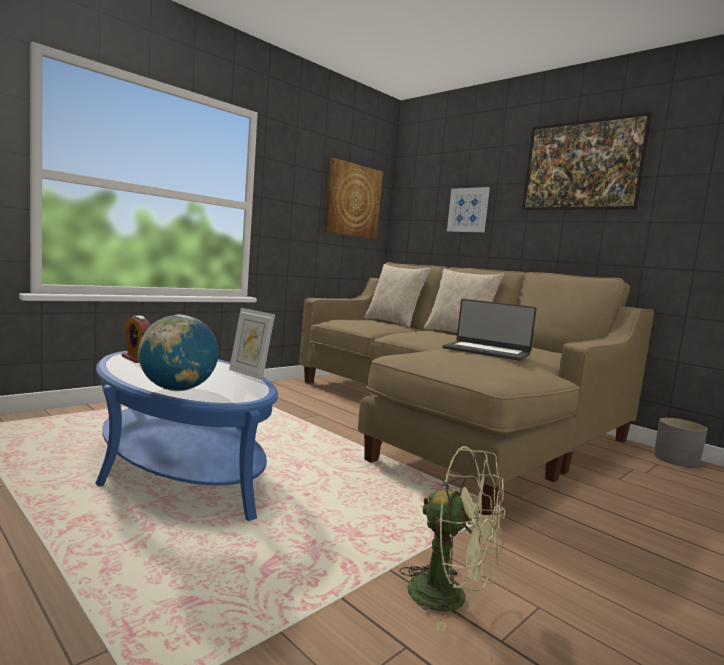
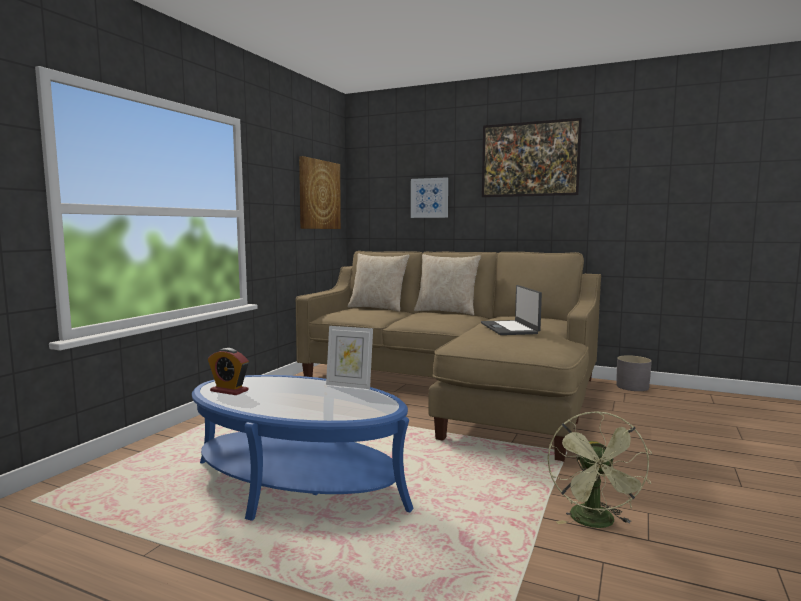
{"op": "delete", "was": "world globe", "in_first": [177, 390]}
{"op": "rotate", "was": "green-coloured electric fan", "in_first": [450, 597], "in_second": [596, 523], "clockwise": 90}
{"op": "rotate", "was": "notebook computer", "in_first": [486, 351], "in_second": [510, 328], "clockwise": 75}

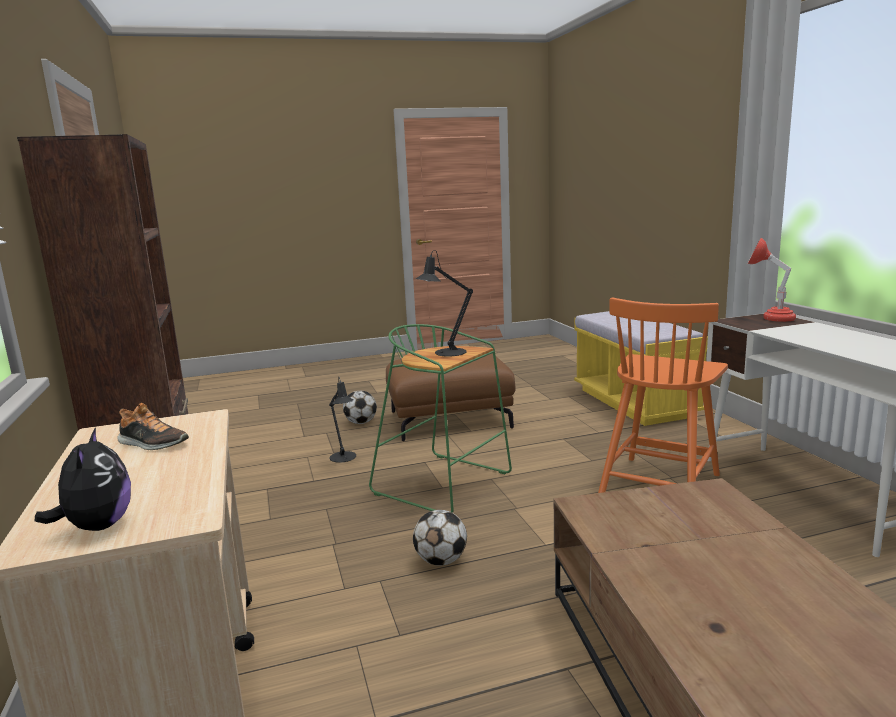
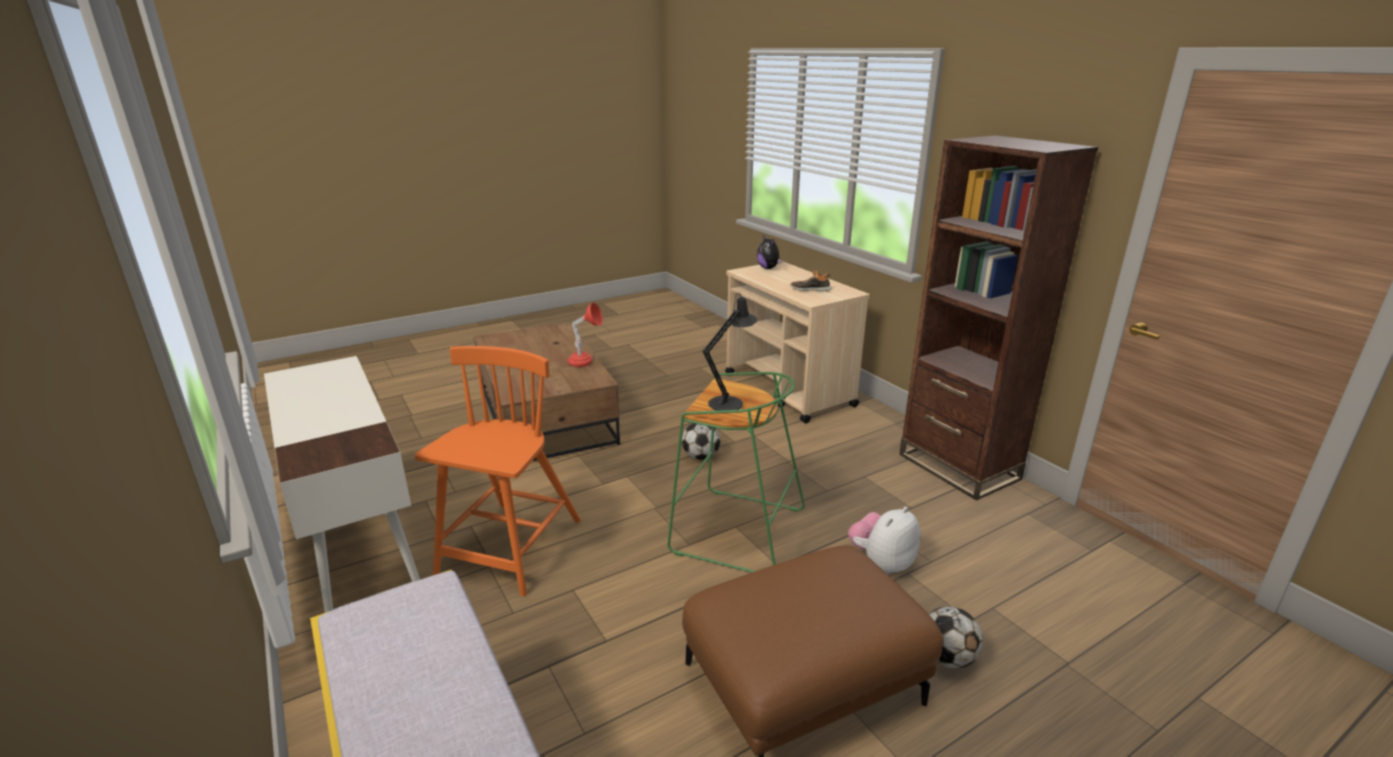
{"op": "replace", "was": "black table lamp", "now": "cuddly toy", "in_first": [344, 458], "in_second": [881, 562]}
{"op": "move", "was": "reddish table lamp", "in_first": [769, 318], "in_second": [586, 364]}

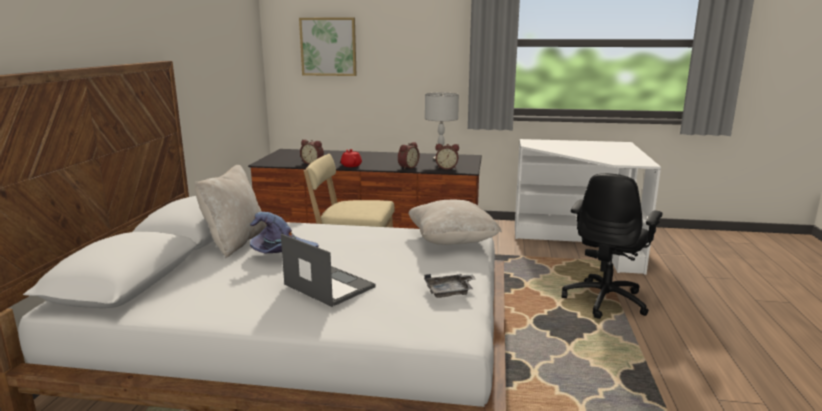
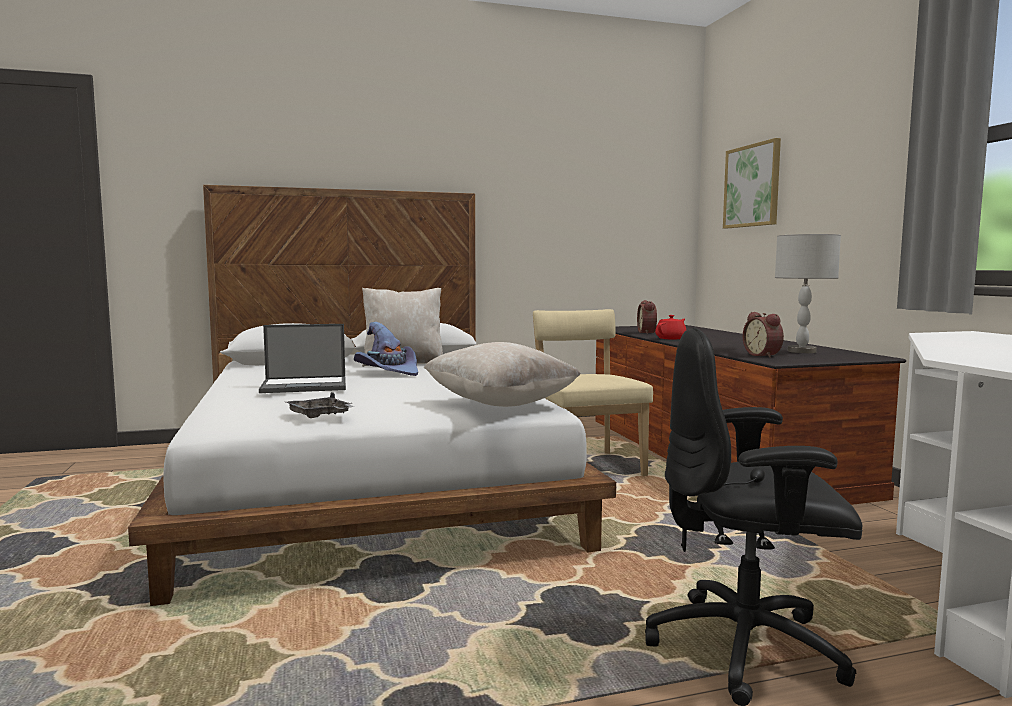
{"op": "rotate", "was": "notebook computer", "in_first": [328, 285], "in_second": [306, 386], "clockwise": 60}
{"op": "delete", "was": "alarm clock", "in_first": [407, 167]}

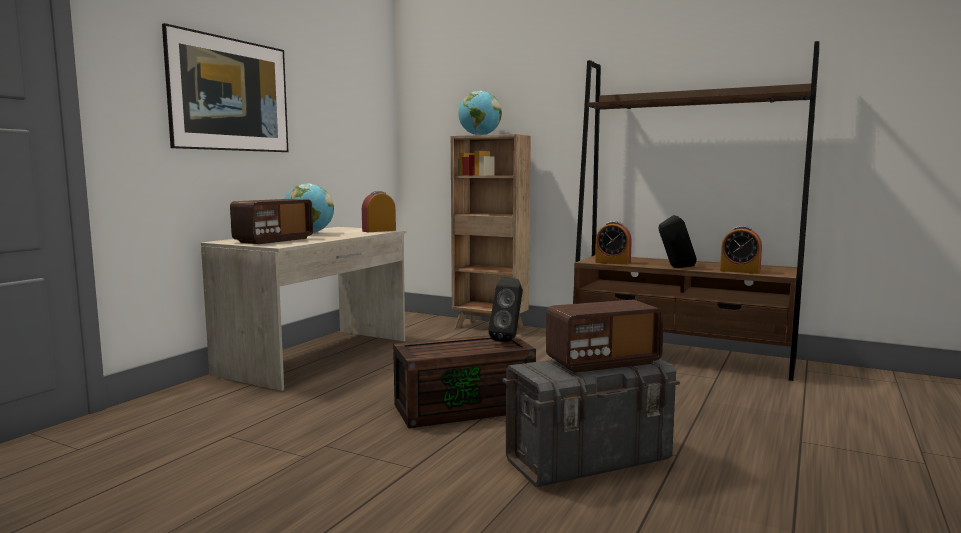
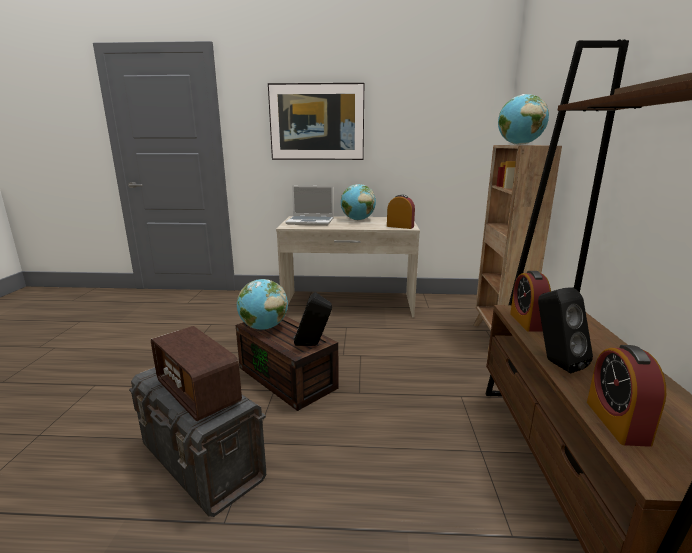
{"op": "replace", "was": "radio receiver", "now": "notebook computer", "in_first": [273, 240], "in_second": [311, 222]}
{"op": "insert", "now": "world globe", "in_second": [263, 327]}

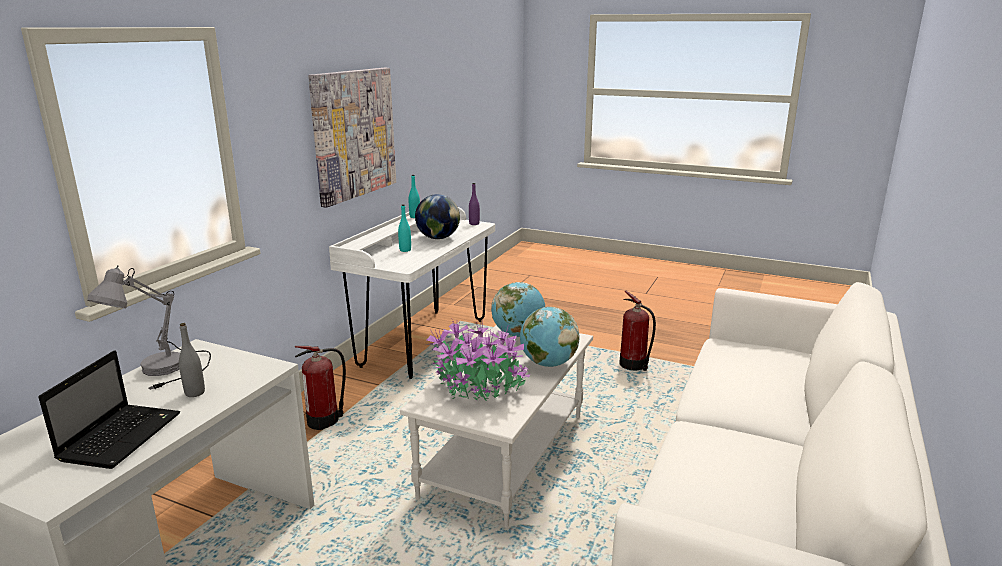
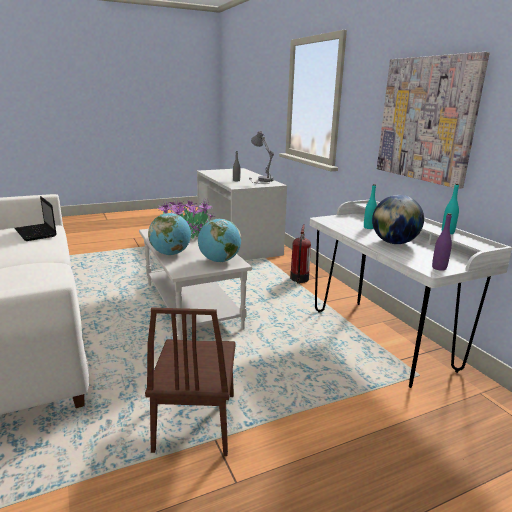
{"op": "move", "was": "notebook computer", "in_first": [122, 435], "in_second": [36, 233]}
{"op": "replace", "was": "fire extinguisher", "now": "brown-coloured upright chair", "in_first": [634, 366], "in_second": [196, 421]}

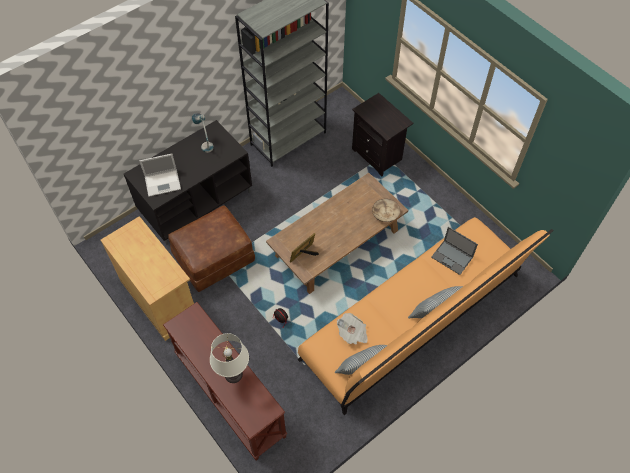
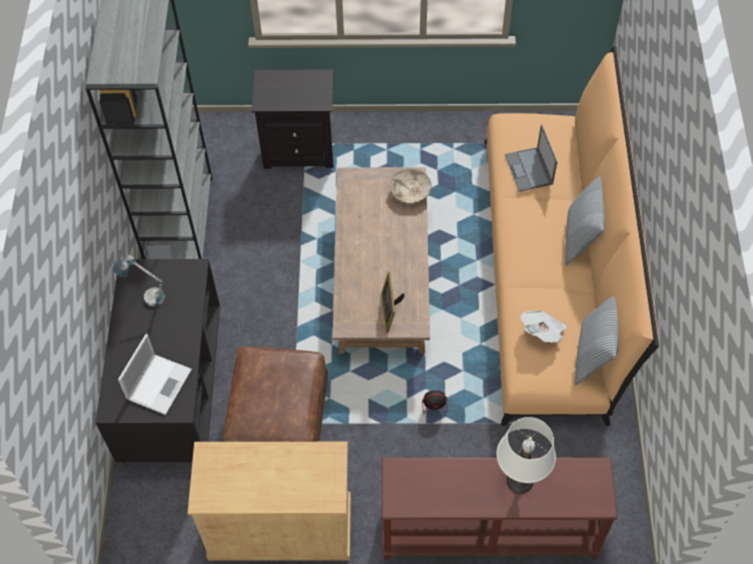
{"op": "rotate", "was": "notebook computer", "in_first": [452, 257], "in_second": [529, 170], "clockwise": 90}

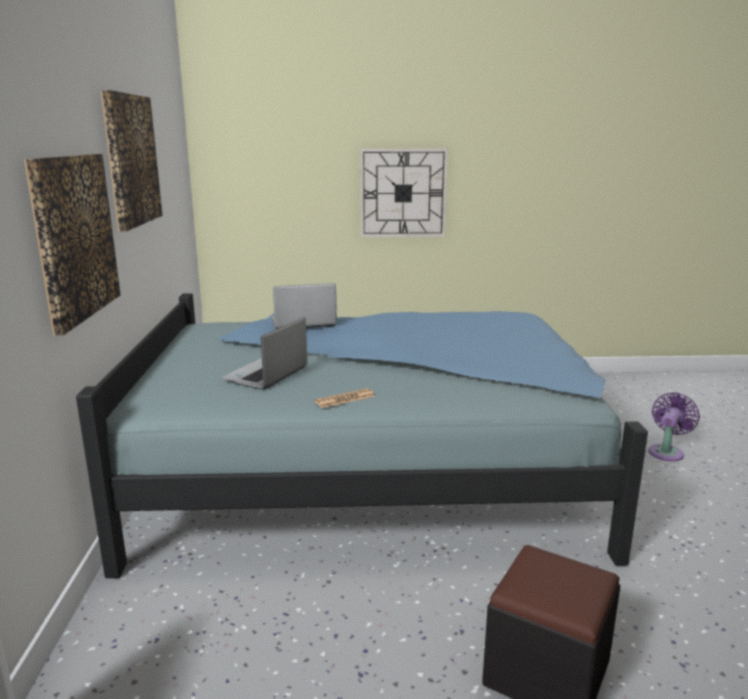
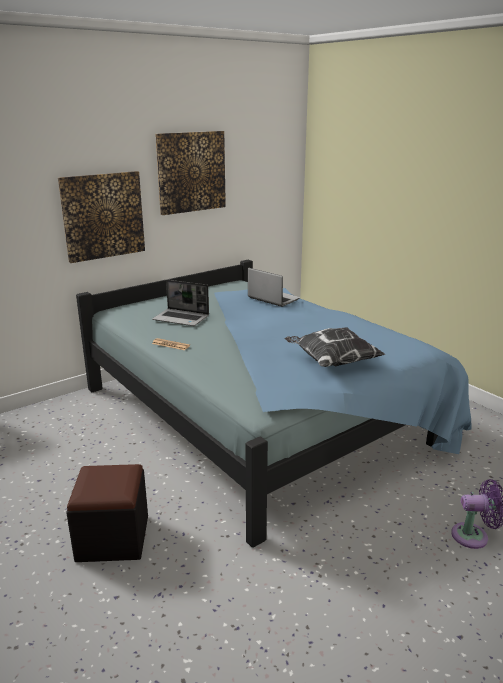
{"op": "rotate", "was": "notebook computer", "in_first": [266, 374], "in_second": [182, 318], "clockwise": -150}
{"op": "delete", "was": "clock on the wall", "in_first": [403, 193]}
{"op": "insert", "now": "throw pillow", "in_second": [332, 361]}

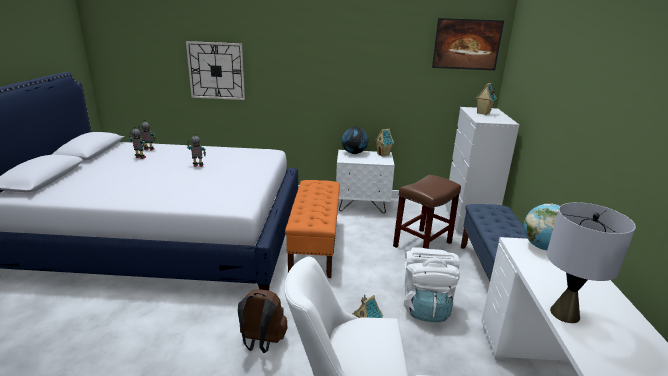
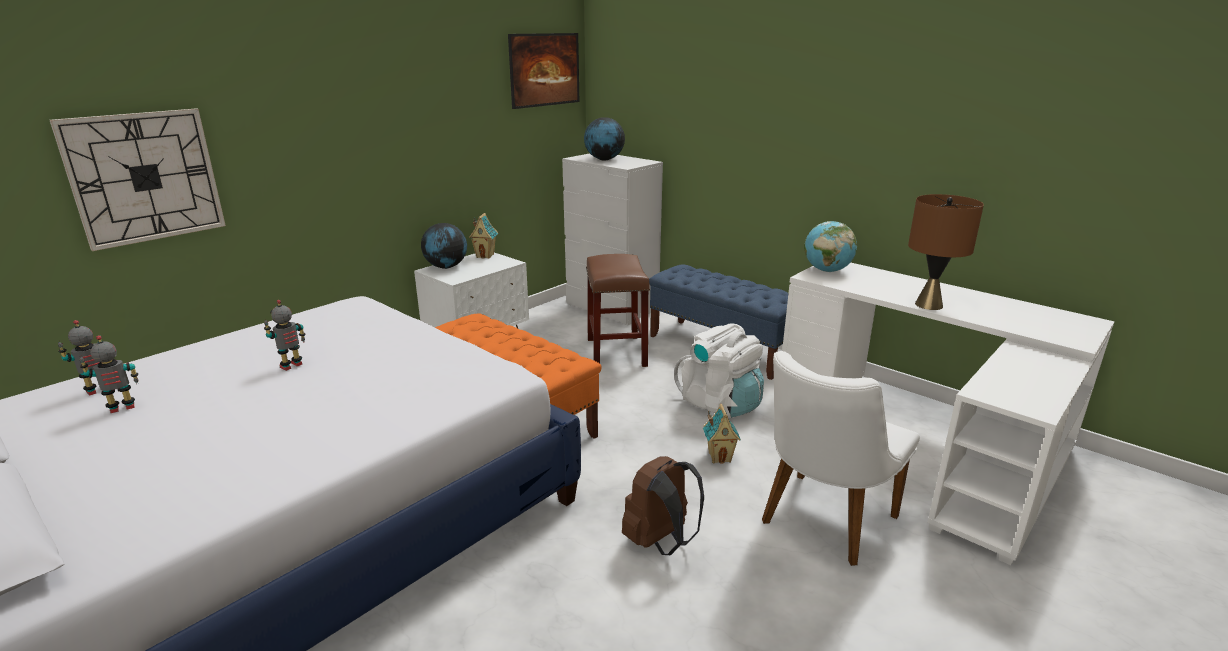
{"op": "replace", "was": "toy house", "now": "world globe", "in_first": [483, 113], "in_second": [604, 159]}
{"op": "recolor", "was": "grey table lamp", "now": "brown-coloured table lamp", "in_first": [564, 314], "in_second": [928, 305]}

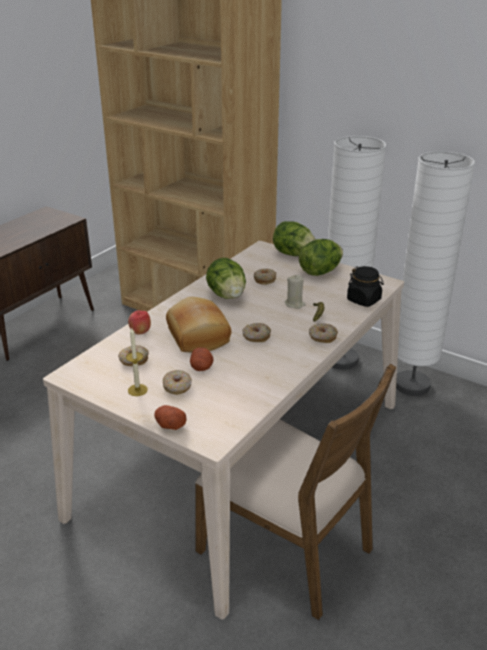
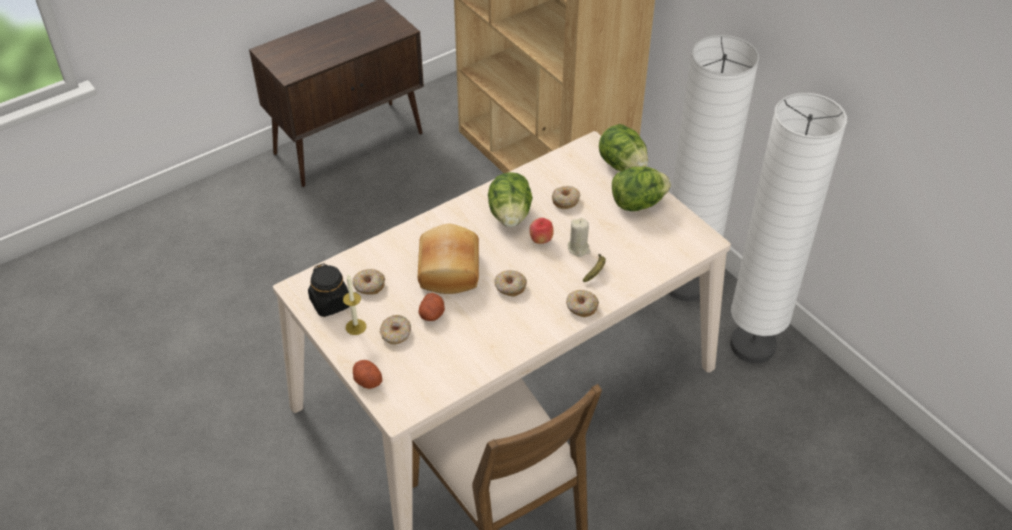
{"op": "move", "was": "apple", "in_first": [140, 332], "in_second": [541, 240]}
{"op": "move", "was": "black jar", "in_first": [364, 300], "in_second": [330, 303]}

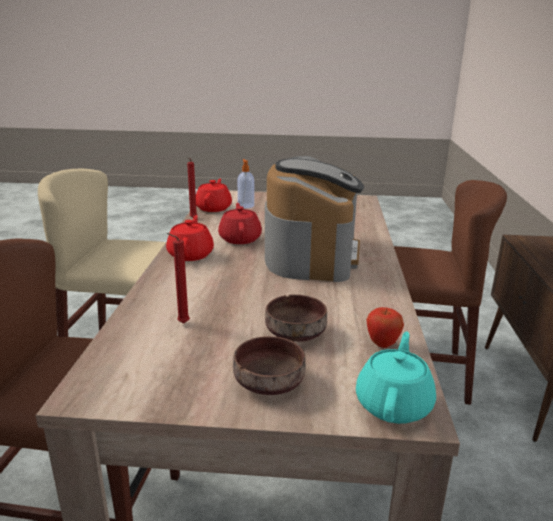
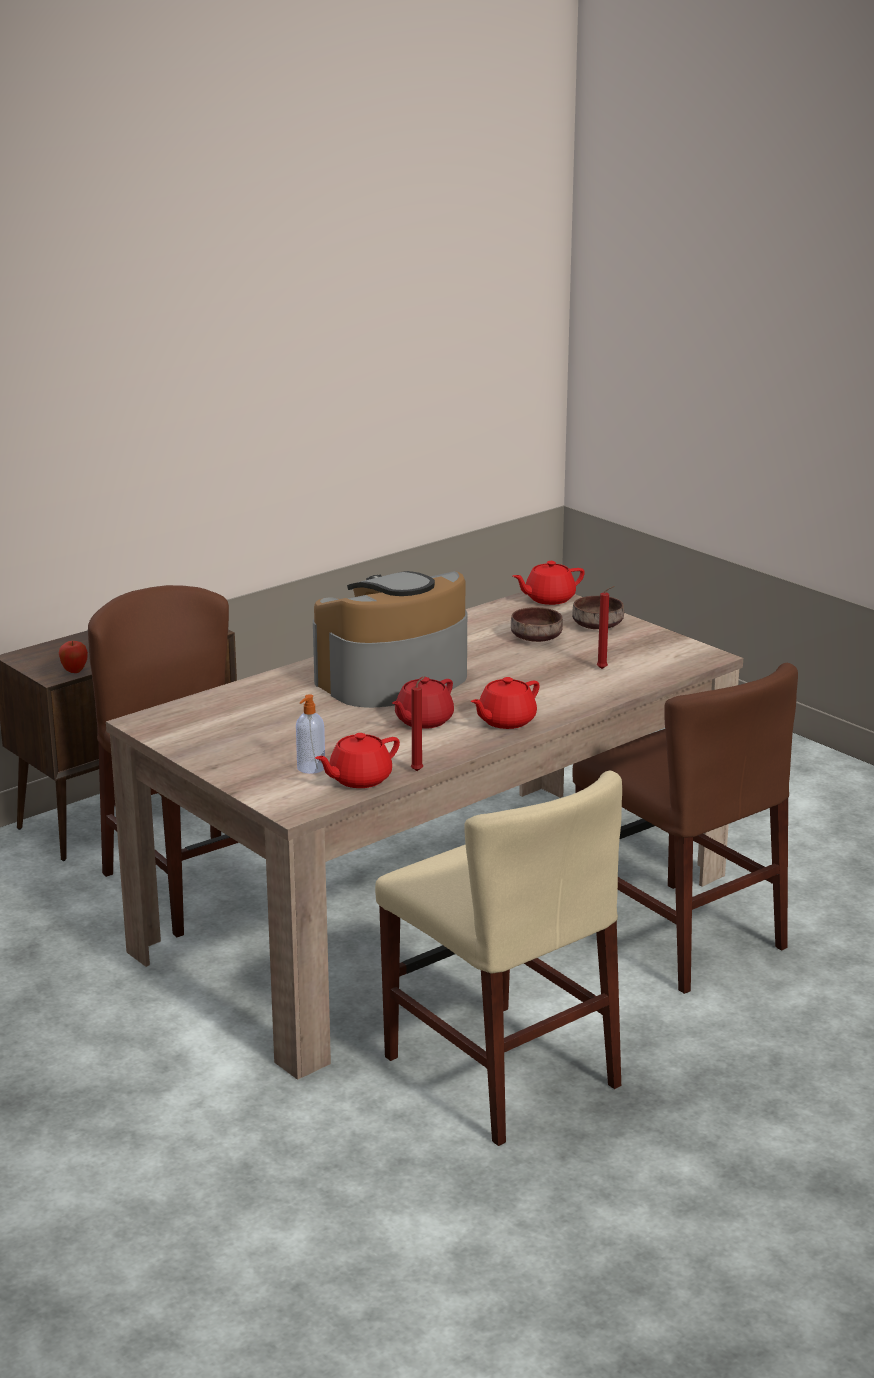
{"op": "recolor", "was": "turquoise-coloured teapot", "now": "reddish teapot", "in_first": [394, 404], "in_second": [548, 599]}
{"op": "move", "was": "apple", "in_first": [382, 344], "in_second": [74, 671]}

